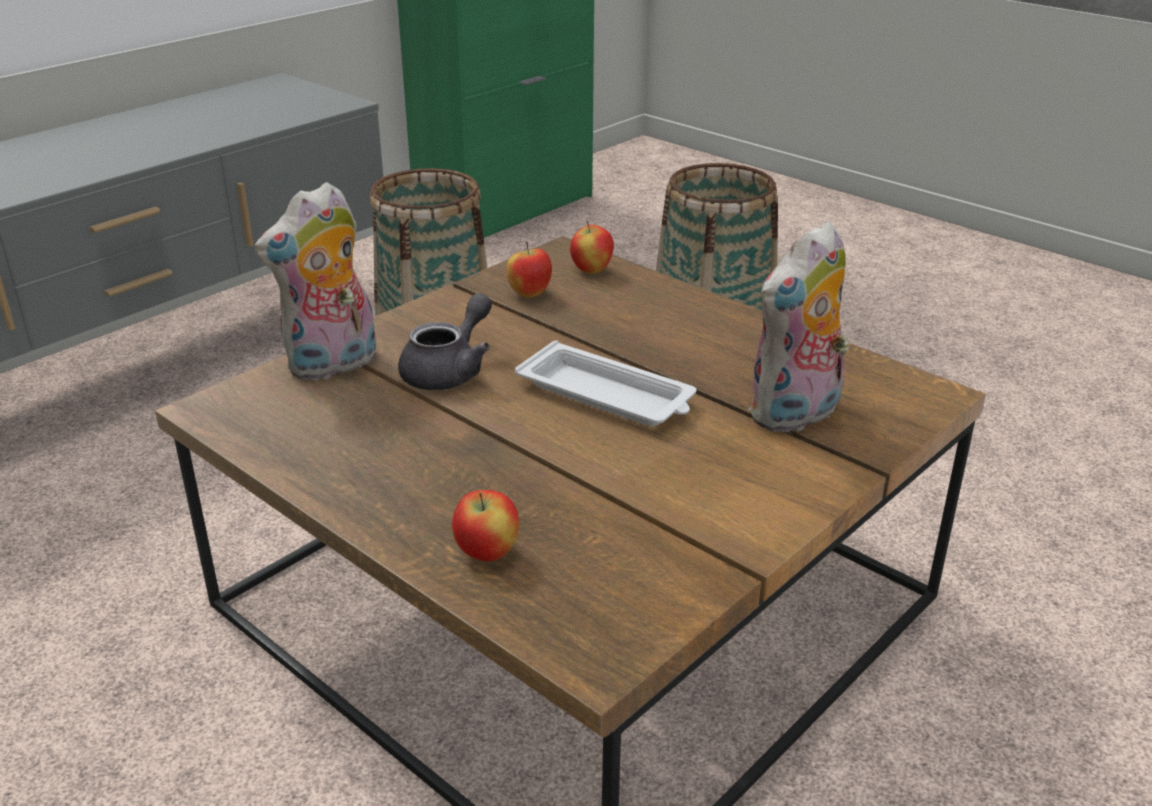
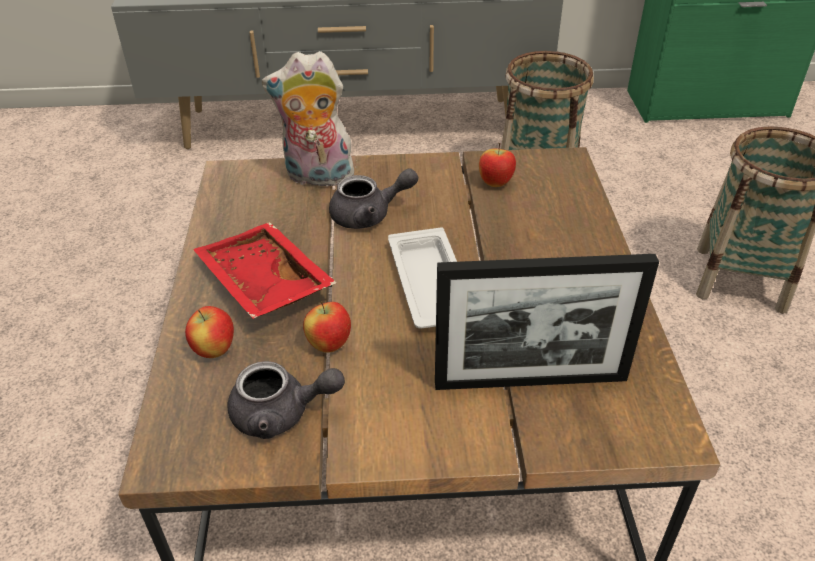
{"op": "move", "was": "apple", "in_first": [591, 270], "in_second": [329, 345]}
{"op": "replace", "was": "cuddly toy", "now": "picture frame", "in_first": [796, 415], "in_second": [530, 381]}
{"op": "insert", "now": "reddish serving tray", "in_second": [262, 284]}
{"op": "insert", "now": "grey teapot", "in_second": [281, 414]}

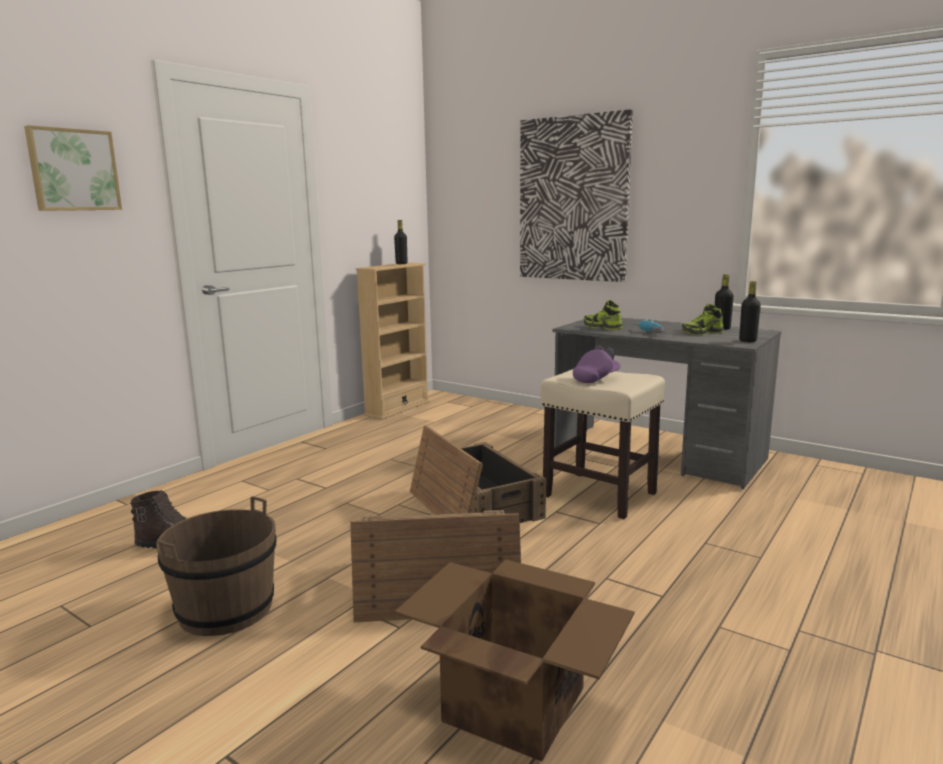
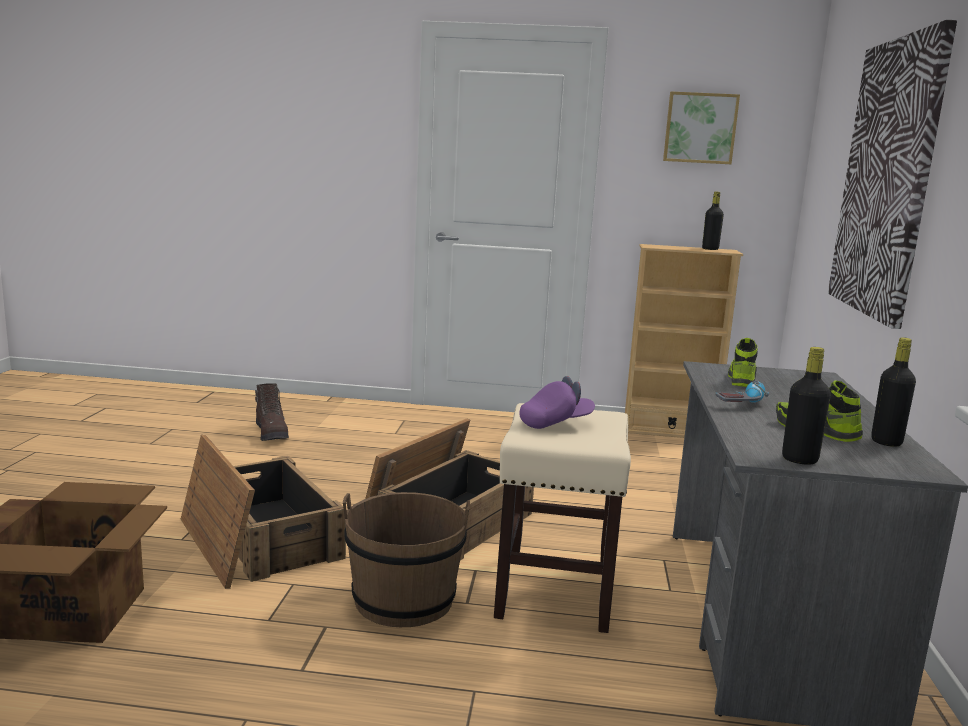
{"op": "move", "was": "wall art", "in_first": [73, 170], "in_second": [700, 128]}
{"op": "move", "was": "brown-coloured bucket", "in_first": [225, 609], "in_second": [404, 600]}
{"op": "rotate", "was": "purple cap", "in_first": [596, 378], "in_second": [556, 423], "clockwise": -45}

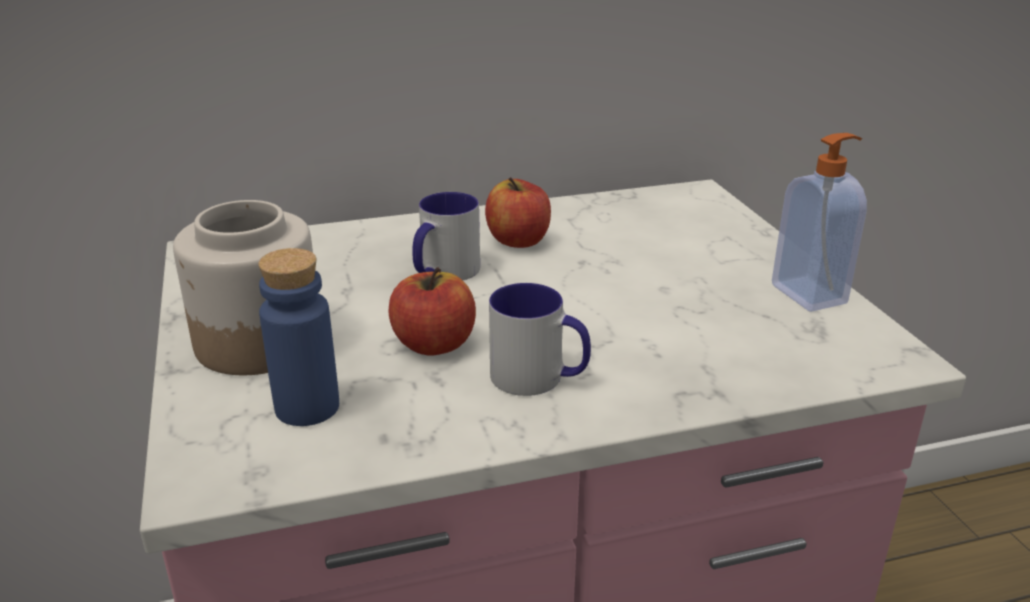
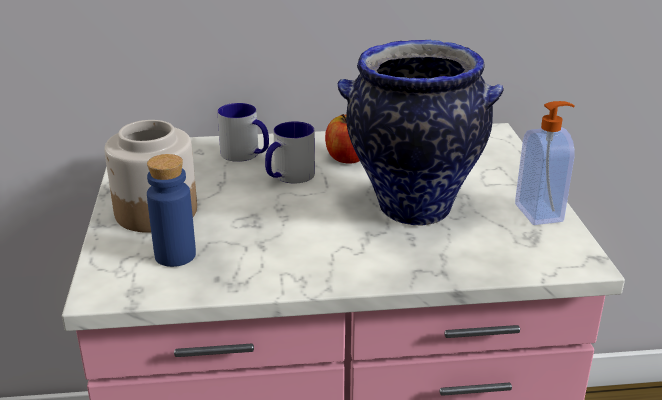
{"op": "delete", "was": "apple", "in_first": [434, 344]}
{"op": "move", "was": "coffee mug", "in_first": [539, 378], "in_second": [246, 155]}
{"op": "insert", "now": "decorative vase", "in_second": [412, 209]}

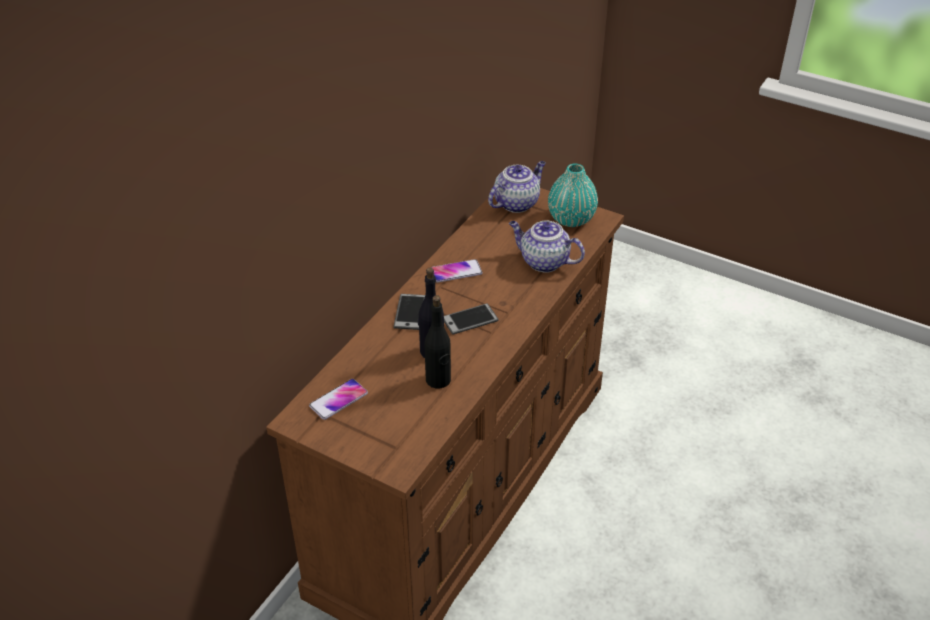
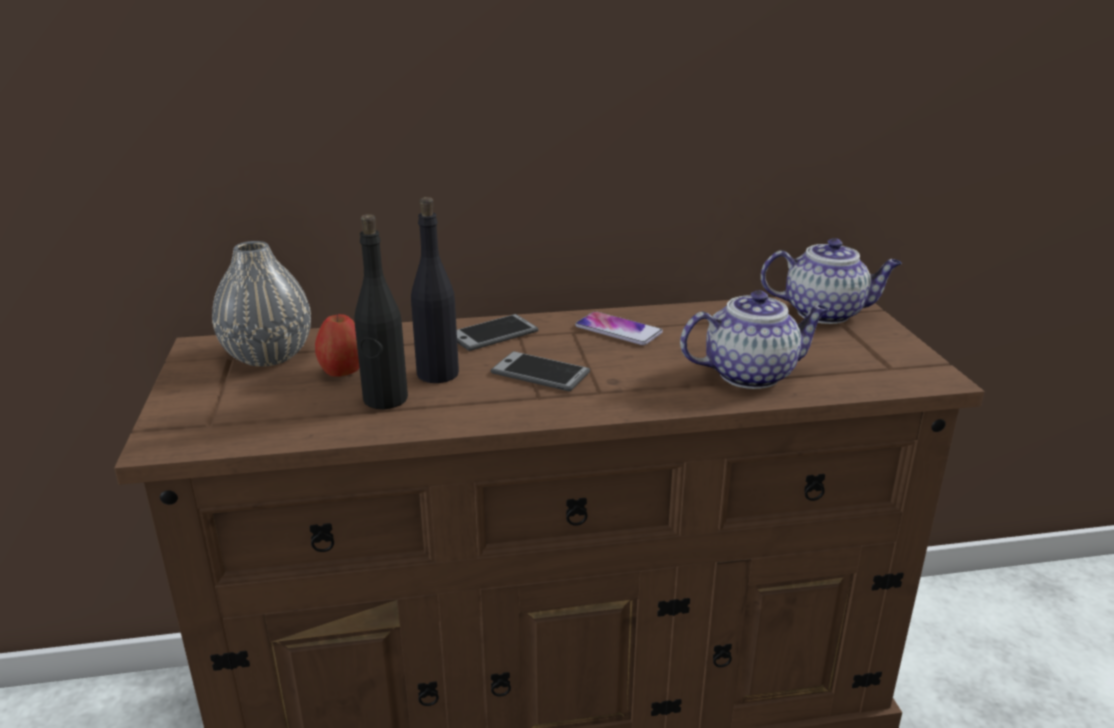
{"op": "replace", "was": "phone", "now": "grey decorative vase", "in_first": [338, 400], "in_second": [268, 356]}
{"op": "rotate", "was": "teapot", "in_first": [543, 262], "in_second": [751, 374], "clockwise": 90}
{"op": "delete", "was": "turquoise-coloured decorative vase", "in_first": [571, 219]}
{"op": "insert", "now": "apple", "in_second": [342, 372]}

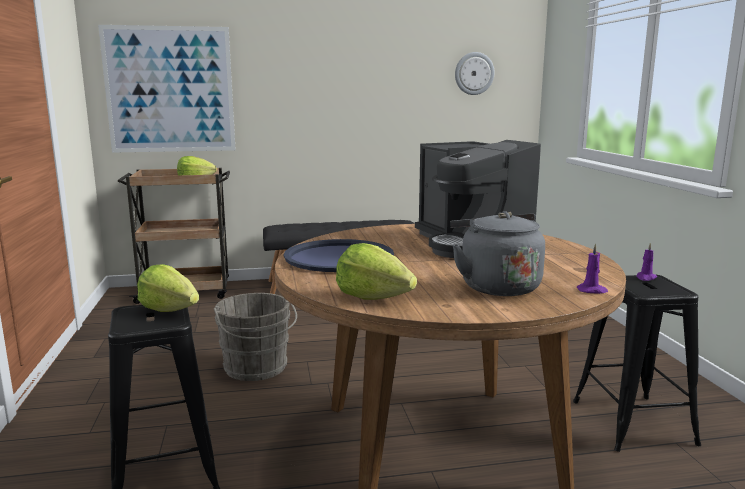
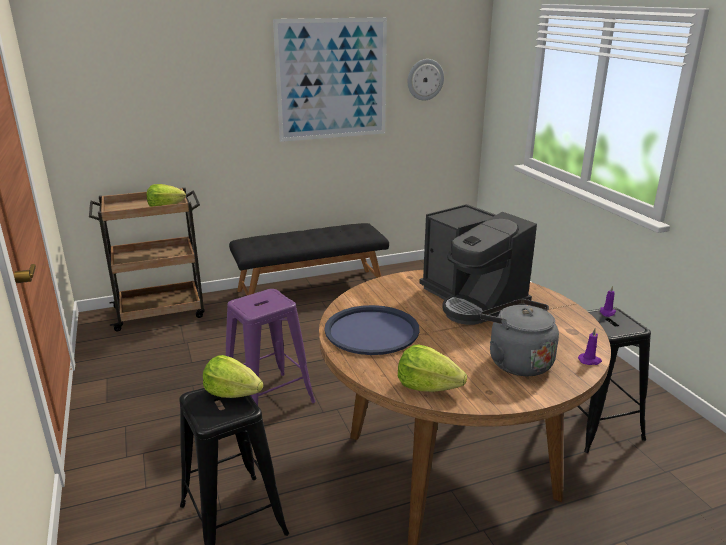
{"op": "move", "was": "wall art", "in_first": [170, 90], "in_second": [332, 79]}
{"op": "replace", "was": "grey bucket", "now": "purple sitting stool", "in_first": [257, 369], "in_second": [268, 400]}

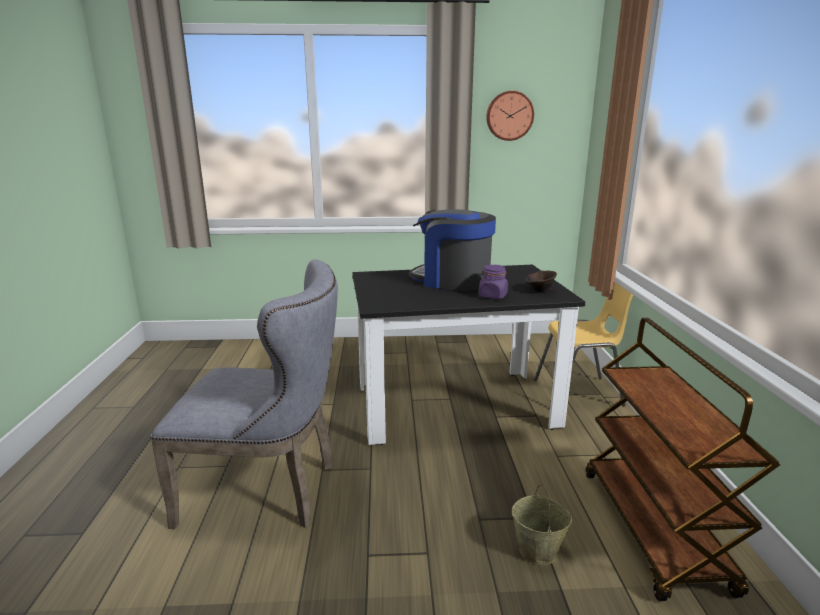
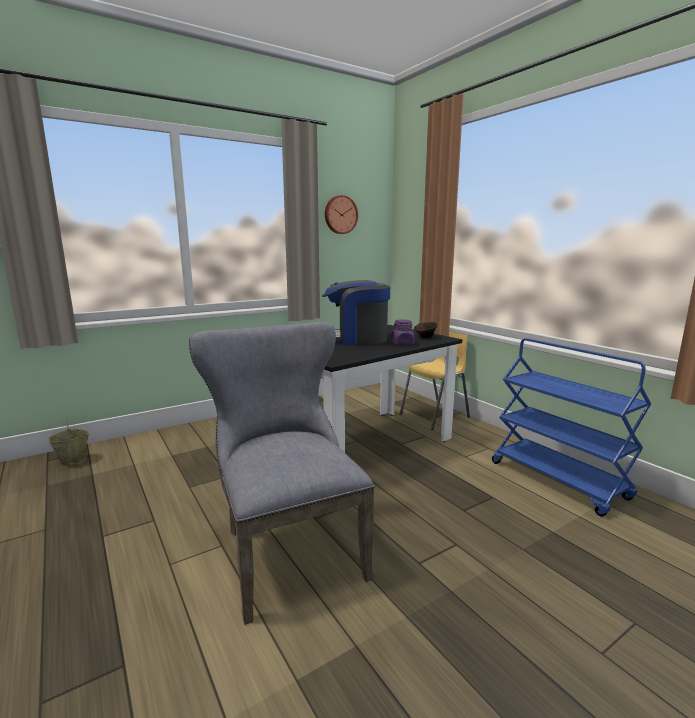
{"op": "rotate", "was": "grey upright chair", "in_first": [270, 490], "in_second": [286, 549], "clockwise": -90}
{"op": "move", "was": "beige-coloured bucket", "in_first": [538, 551], "in_second": [73, 460]}
{"op": "recolor", "was": "brown-coloured trolley", "now": "blue trolley", "in_first": [654, 530], "in_second": [559, 480]}

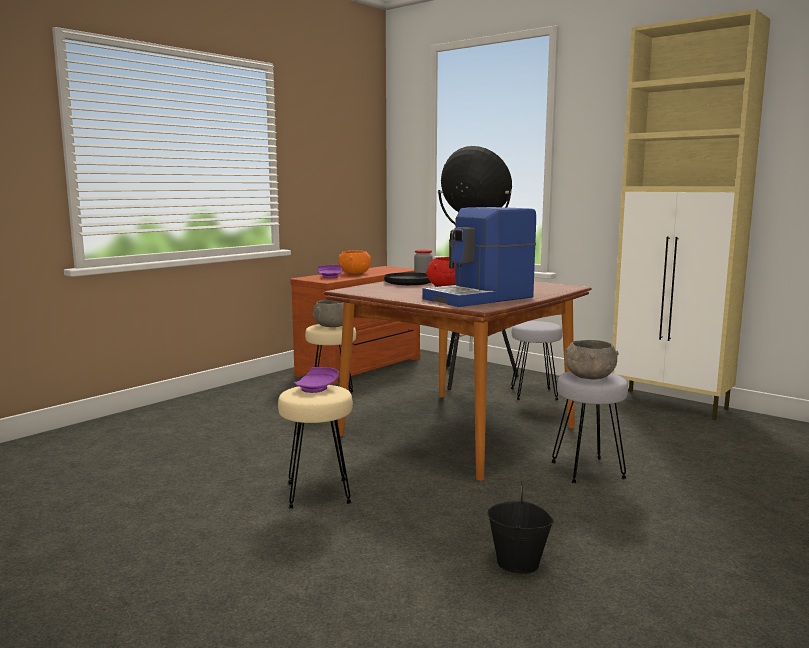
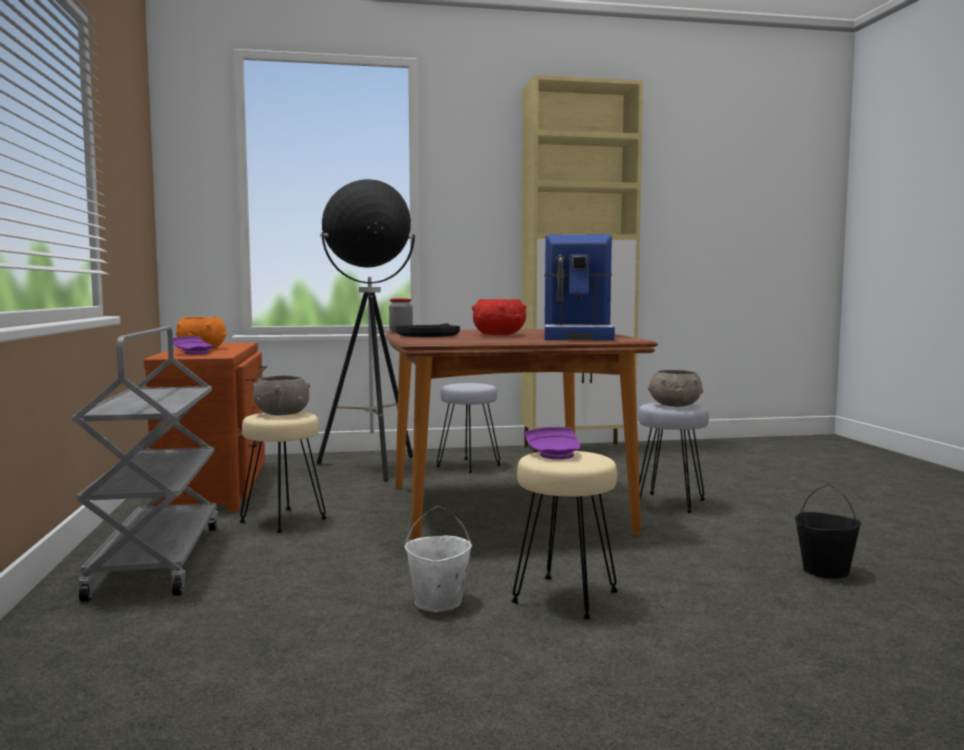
{"op": "insert", "now": "grey trolley", "in_second": [156, 560]}
{"op": "insert", "now": "white bucket", "in_second": [438, 602]}

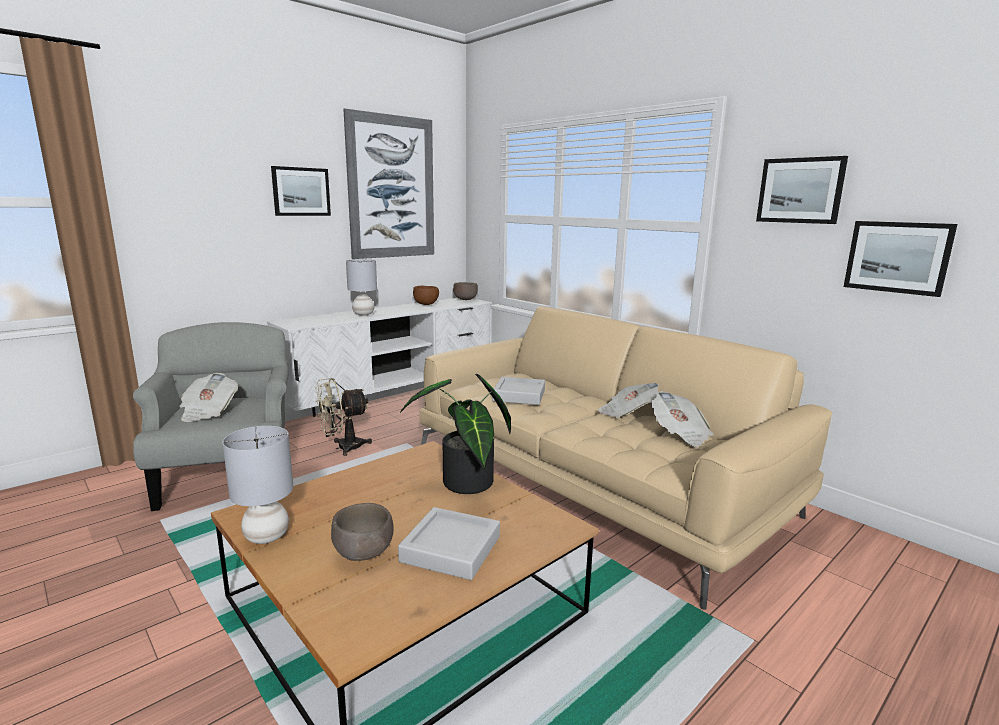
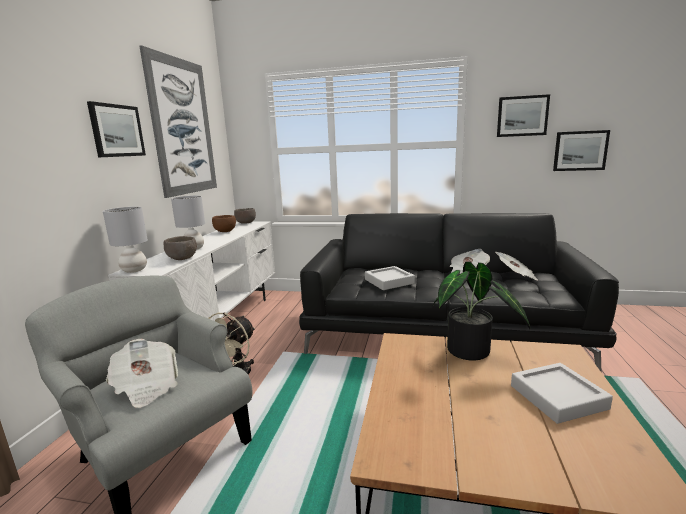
{"op": "move", "was": "grey table lamp", "in_first": [267, 537], "in_second": [135, 270]}
{"op": "move", "was": "brown-coloured bowl", "in_first": [363, 554], "in_second": [182, 259]}
{"op": "recolor", "was": "beige-coloured couch", "now": "black couch", "in_first": [594, 483], "in_second": [442, 329]}

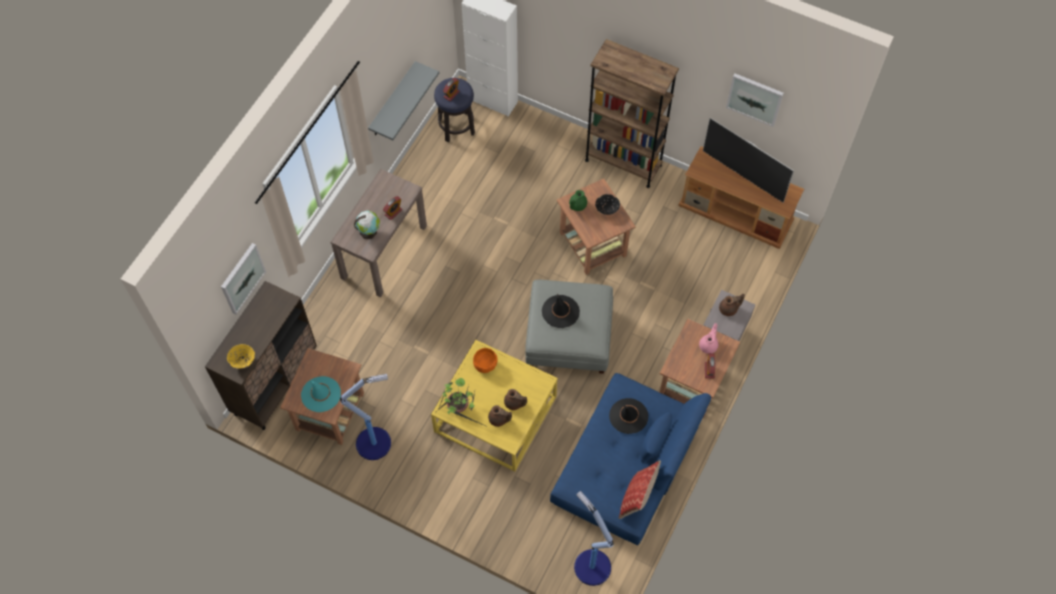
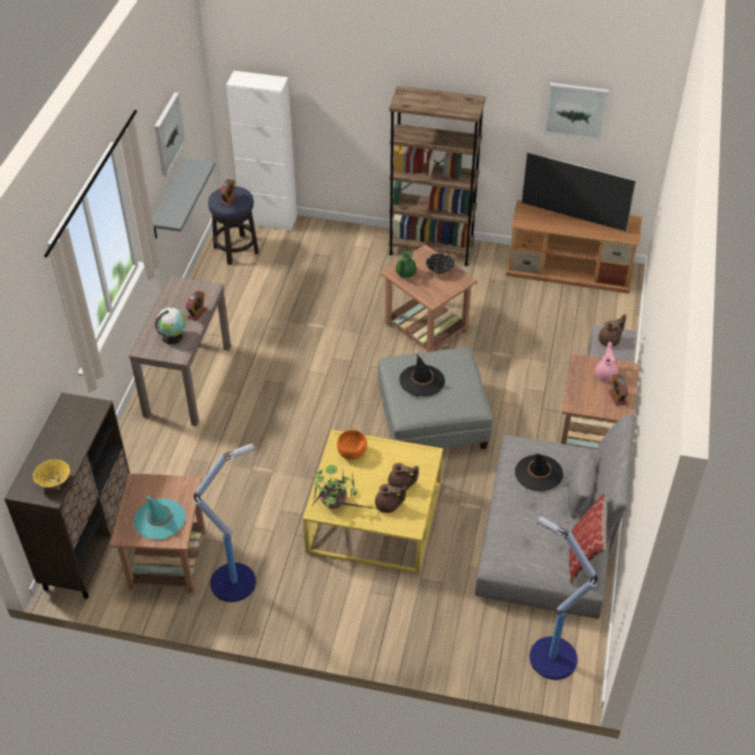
{"op": "move", "was": "wall art", "in_first": [242, 278], "in_second": [168, 133]}
{"op": "recolor", "was": "blue couch", "now": "grey couch", "in_first": [626, 463], "in_second": [549, 534]}

